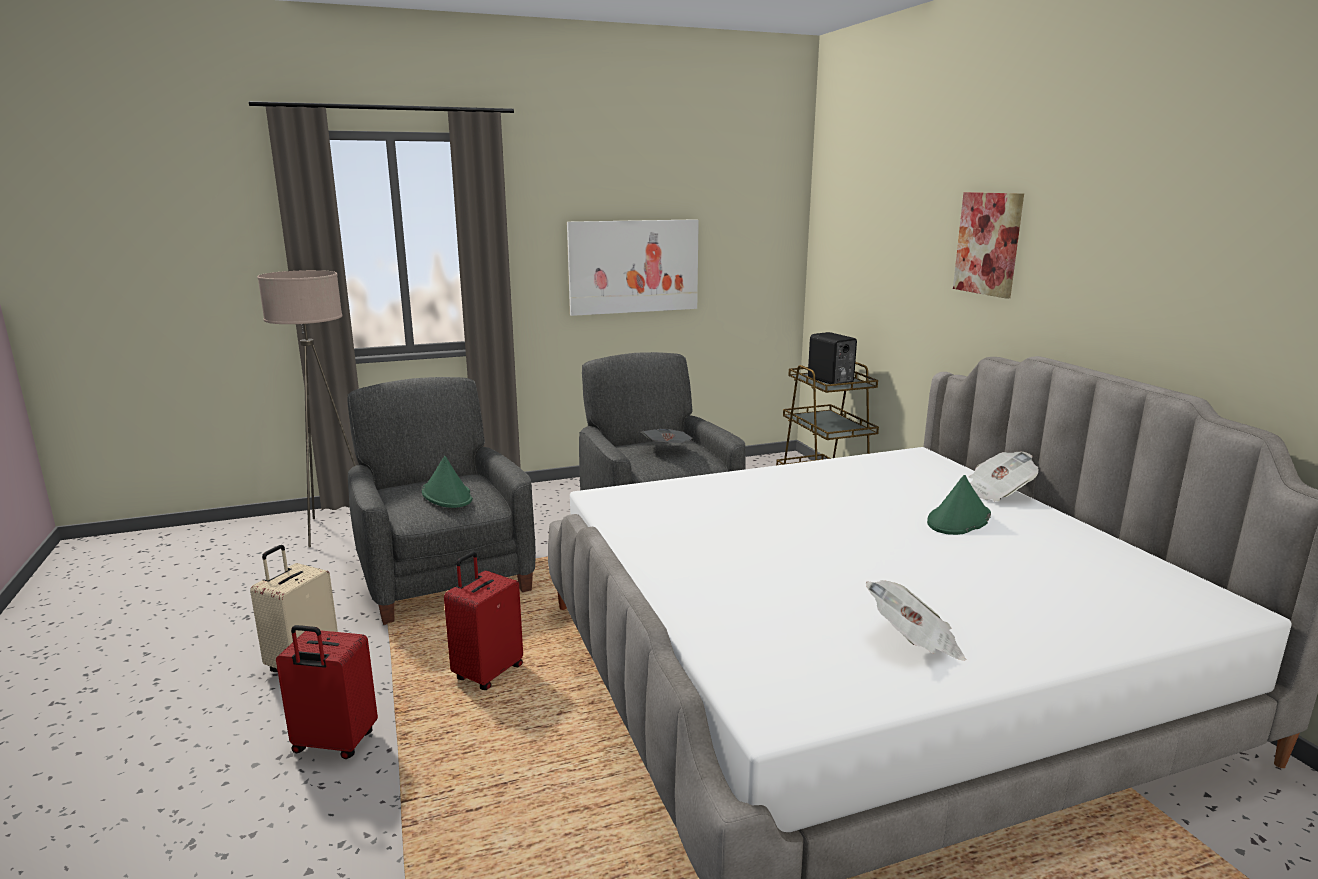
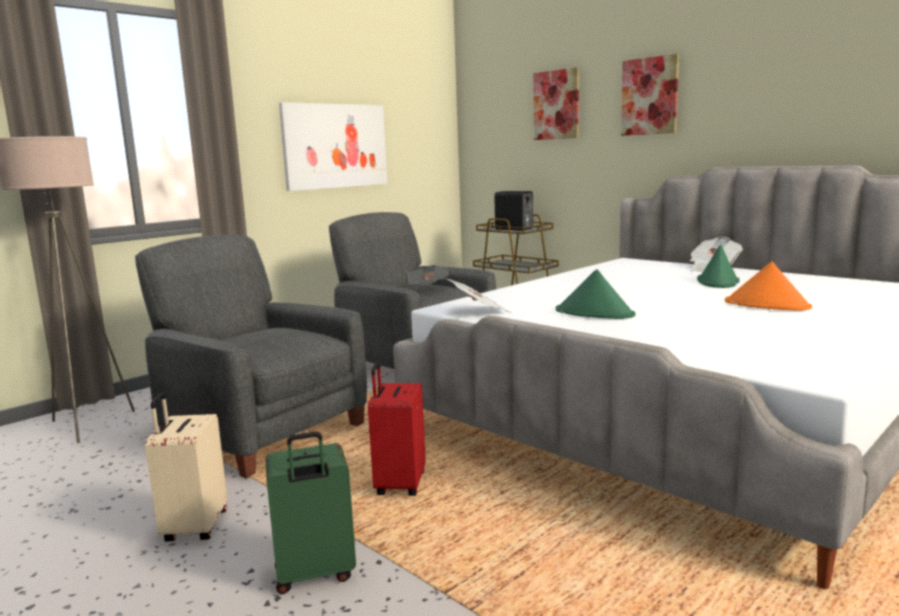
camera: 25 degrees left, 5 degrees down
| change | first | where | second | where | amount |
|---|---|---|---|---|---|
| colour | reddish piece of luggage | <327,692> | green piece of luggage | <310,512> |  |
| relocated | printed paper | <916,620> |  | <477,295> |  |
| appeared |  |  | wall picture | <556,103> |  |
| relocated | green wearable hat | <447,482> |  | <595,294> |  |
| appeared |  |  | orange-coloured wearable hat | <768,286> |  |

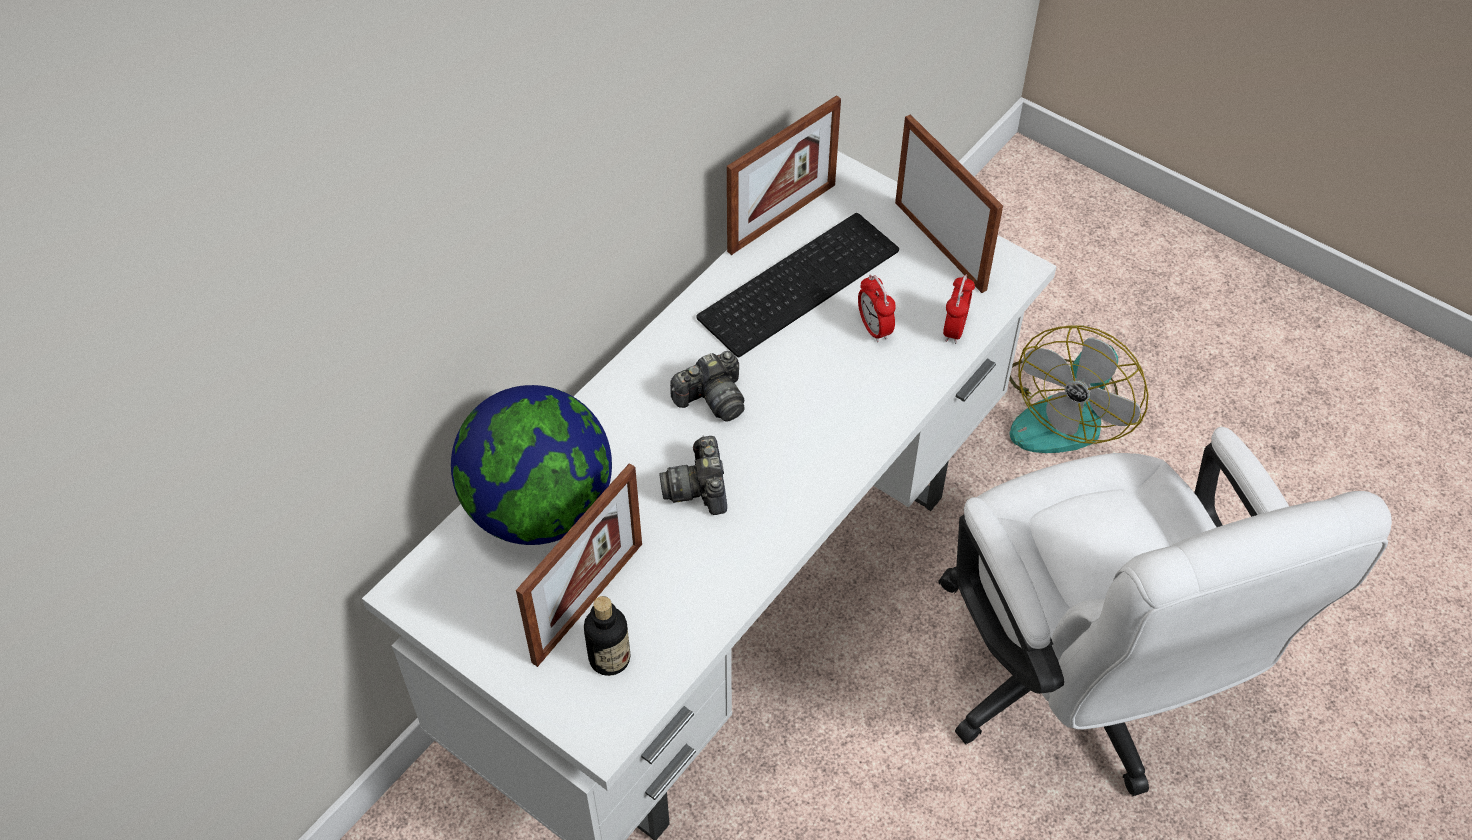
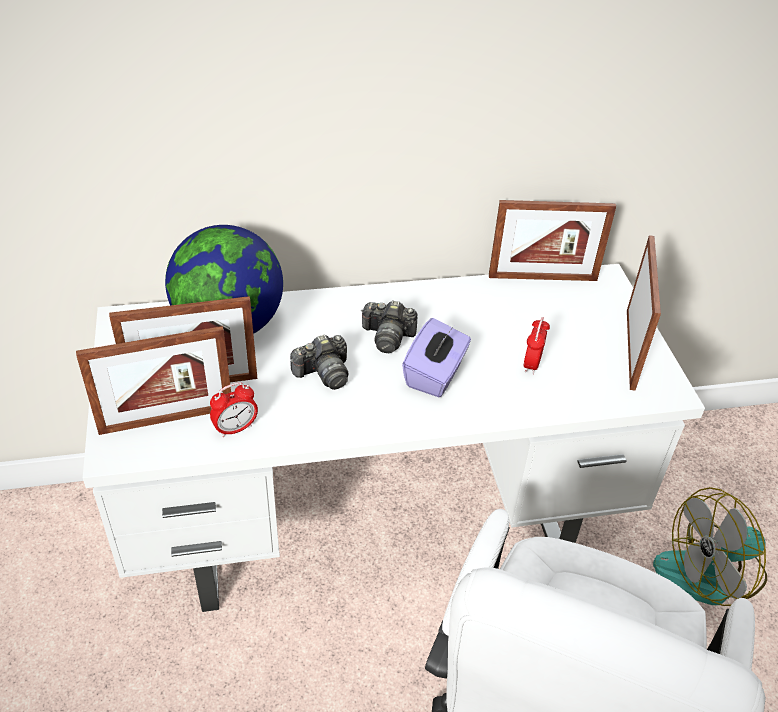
camera: 40 degrees right, 10 degrees down
| change | first | where | second | where | amount |
|---|---|---|---|---|---|
| exchanged | beverage bottle | <607,636> | photo frame | <153,380> |  |
| relocated | table clock | <959,309> |  | <234,409> |  |
| spun | photo camera | <693,475> |  | <319,362> | 150 degrees counterclockwise |
| appeared |  |  | purplish tissue holder | <436,357> |  |
| missing | keyboard | <797,285> |  |  |  |

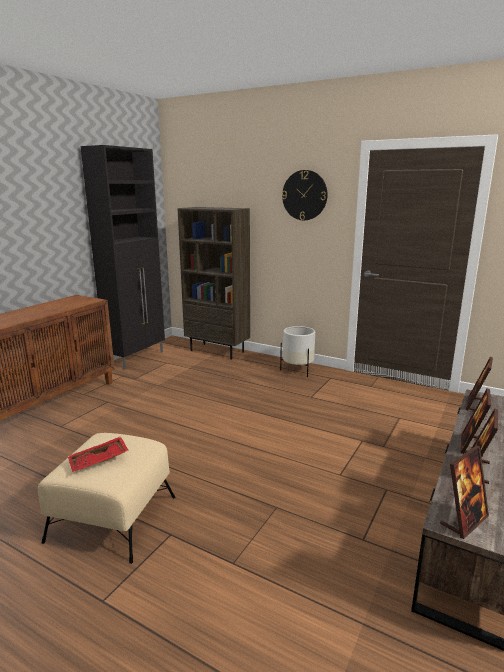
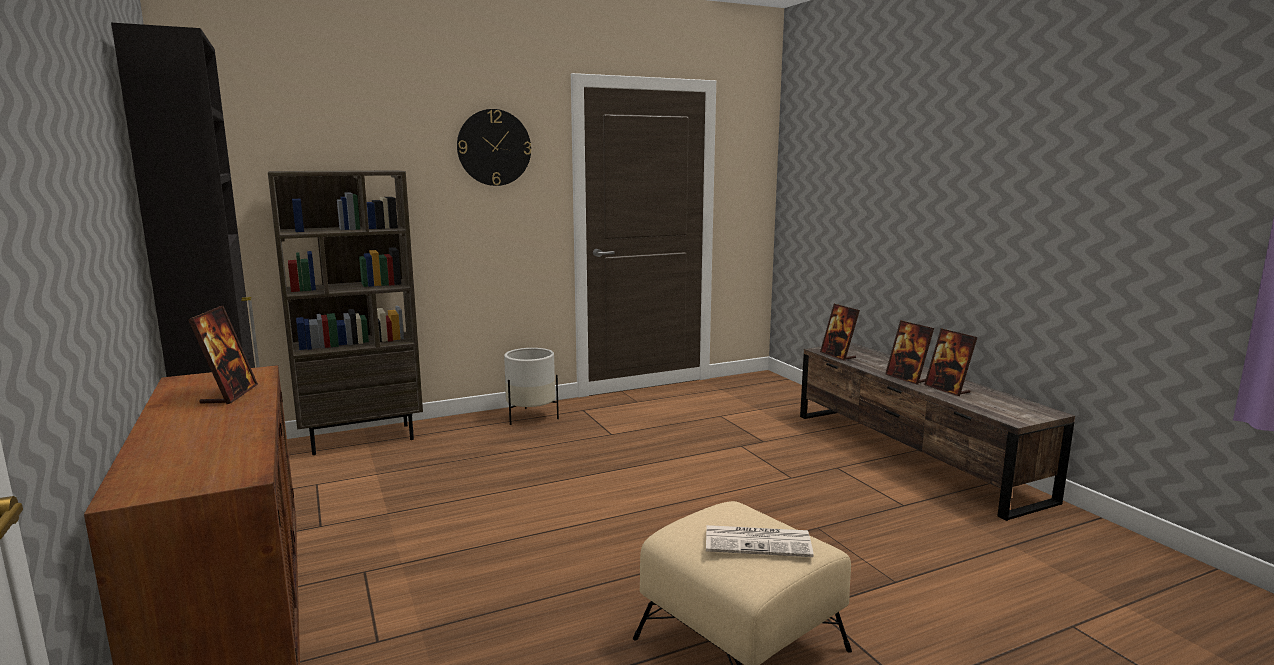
camera: 55 degrees left, 5 degrees down
| change | first | where | second | where | amount |
|---|---|---|---|---|---|
| relocated | photo frame | <464,492> |  | <223,355> |  |
| exchanged | reddish tray | <98,454> | printed paper | <760,541> |  |

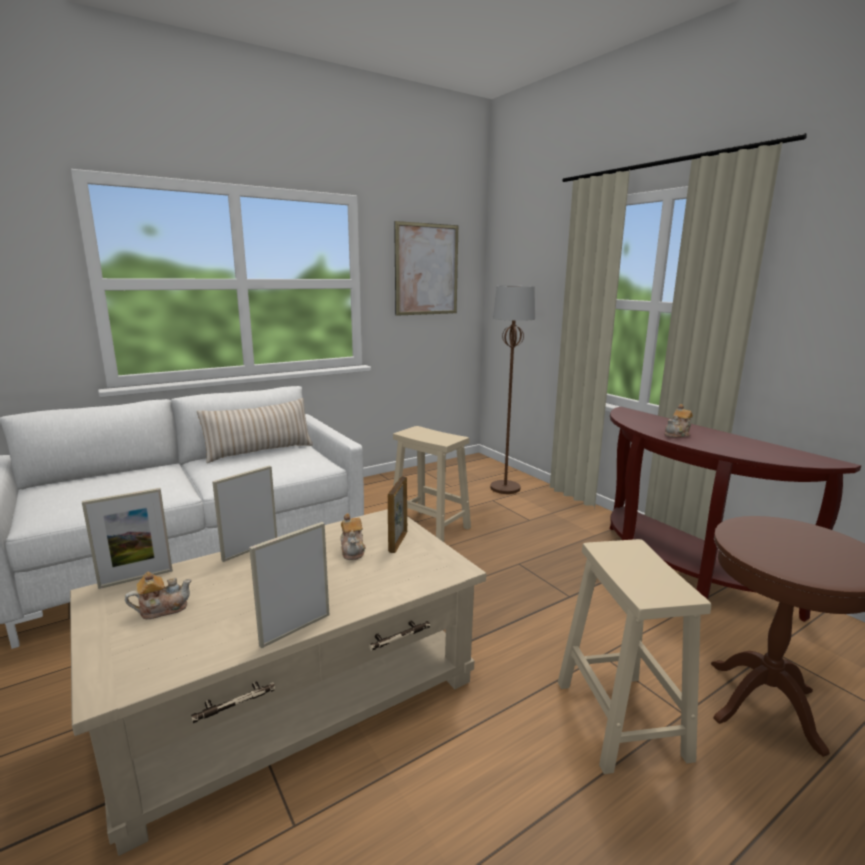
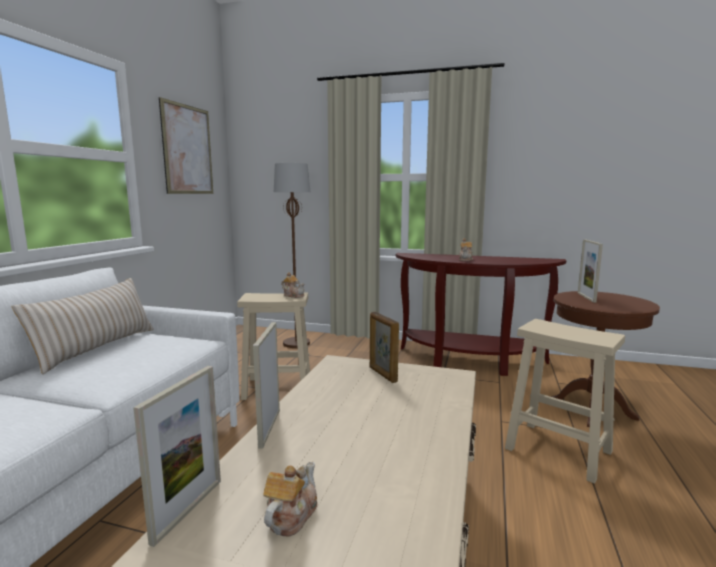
camera: 40 degrees left, 5 degrees down
| change | first | where | second | where | amount |
|---|---|---|---|---|---|
| relocated | pot for tea | <353,536> |  | <293,285> |  |
| relocated | photo frame | <289,585> |  | <590,271> |  |

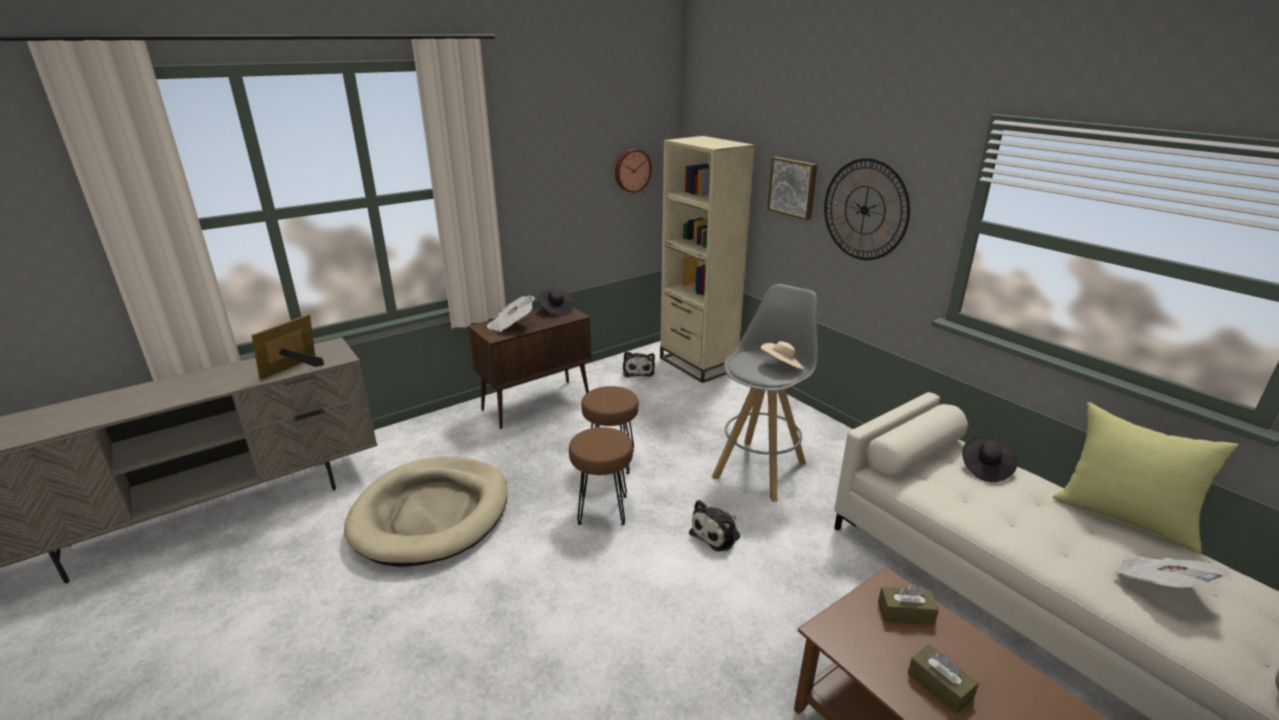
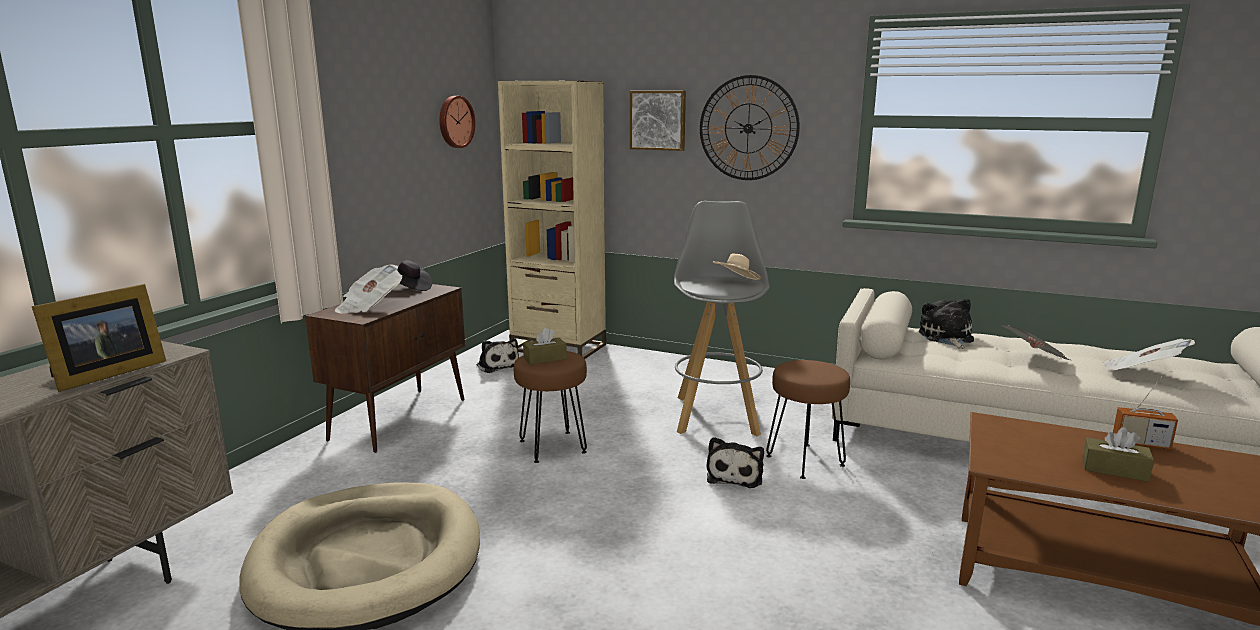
camera: 30 degrees left, 10 degrees down
| change | first | where | second | where | amount |
|---|---|---|---|---|---|
| spun | photo frame | <287,347> |  | <99,338> | 150 degrees counterclockwise |
| relocated | brown tissue holder | <908,604> |  | <545,346> |  |
| relocated | brown stool | <601,476> |  | <808,419> |  |
| exchanged | blackish wearable hat | <989,459> | plush toy | <946,324> |  |
| appeared |  |  | printed paper | <1036,342> |  |
| appeared |  |  | radio | <1145,413> |  |
| missing | yellow-coloured throw pillow | <1145,478> |  |  |  |

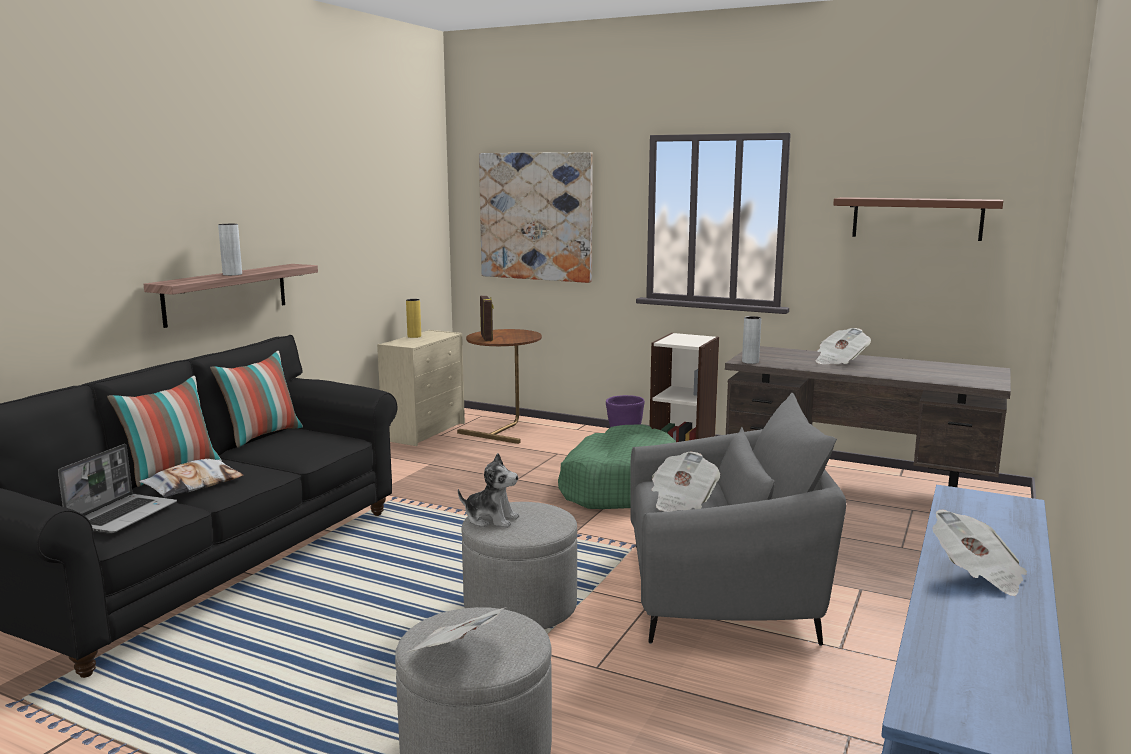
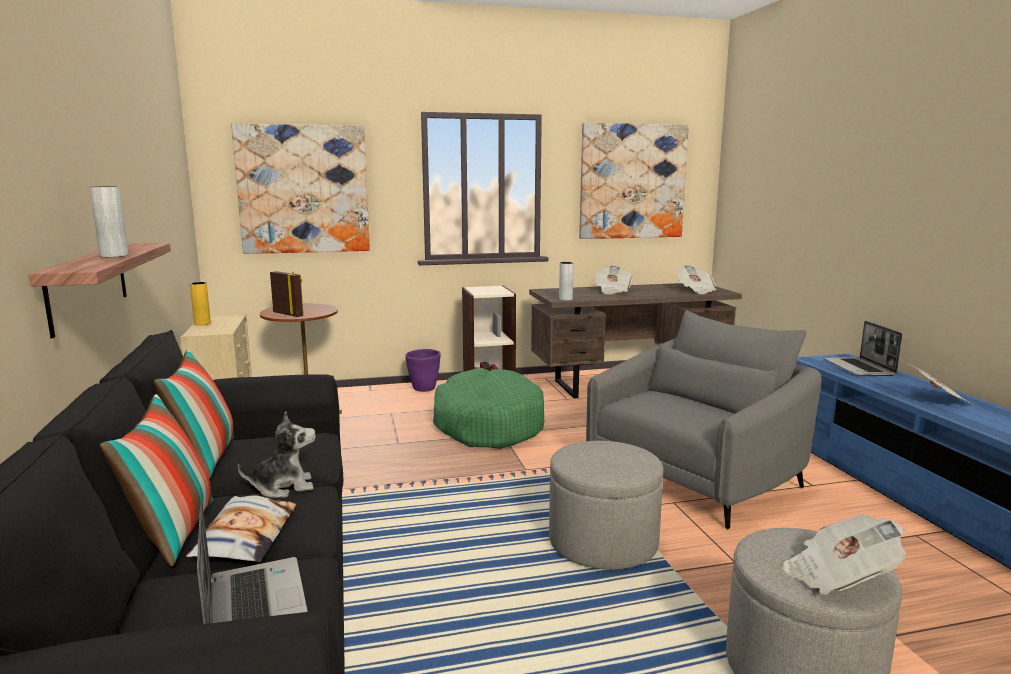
camera: 40 degrees left, 0 degrees up
| change | first | where | second | where | amount |
|---|---|---|---|---|---|
| relocated | plush toy | <488,490> |  | <277,454> |  |
| exchanged | brown shelf | <918,219> | wall picture | <634,181> |  |
| relocated | printed paper | <685,482> |  | <697,279> |  |
| appeared |  |  | portable computer | <862,348> |  |

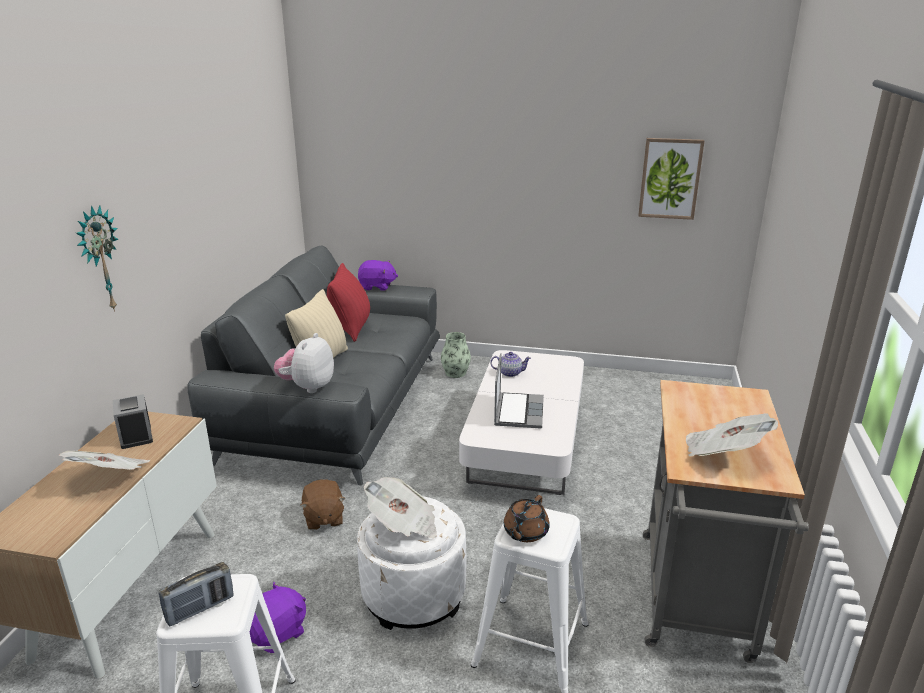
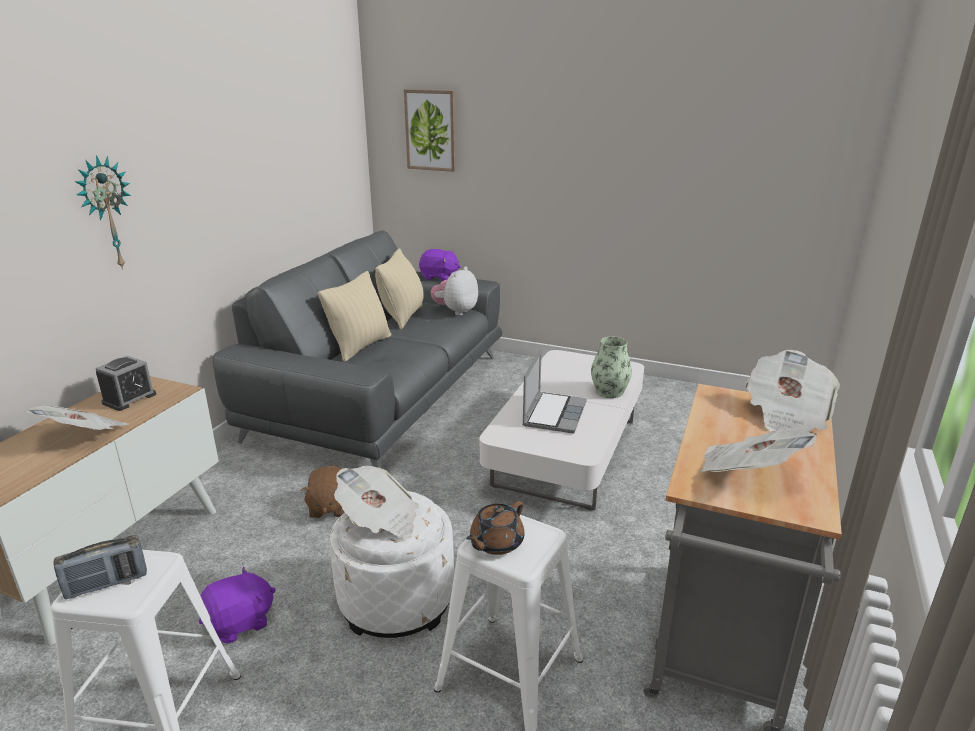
camera: 10 degrees right, 0 degrees up
| change | first | where | second | where | amount |
|---|---|---|---|---|---|
| spun | table clock | <133,421> |  | <126,383> | 135 degrees counterclockwise |
| colour | reddish throw pillow | <348,302> | sand-coloured throw pillow | <399,288> |  |
| relocated | wall picture | <671,179> |  | <430,130> |  |
| relocated | plush toy | <304,363> |  | <454,291> |  |
| relocated | flower vase | <456,355> |  | <611,367> |  |
| appeared |  |  | printed paper | <793,391> |  |
| missing | pot for tea | <510,364> |  |  |  |

